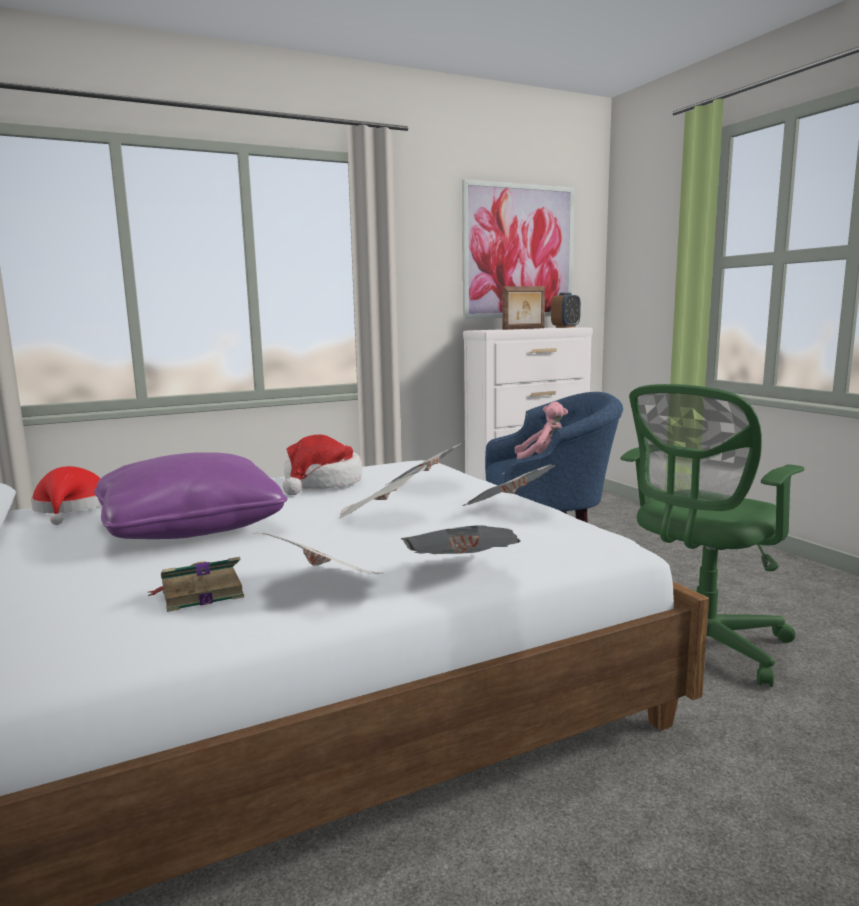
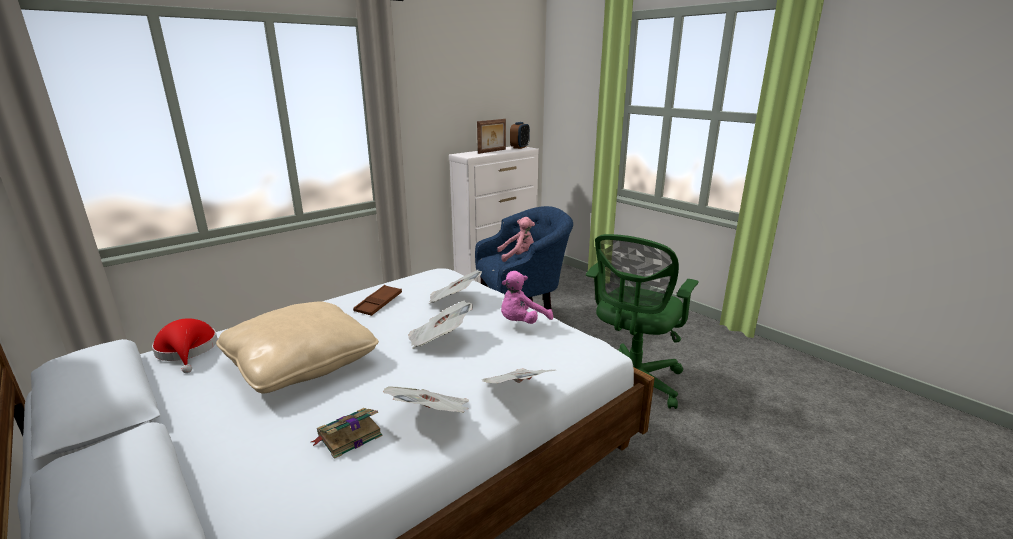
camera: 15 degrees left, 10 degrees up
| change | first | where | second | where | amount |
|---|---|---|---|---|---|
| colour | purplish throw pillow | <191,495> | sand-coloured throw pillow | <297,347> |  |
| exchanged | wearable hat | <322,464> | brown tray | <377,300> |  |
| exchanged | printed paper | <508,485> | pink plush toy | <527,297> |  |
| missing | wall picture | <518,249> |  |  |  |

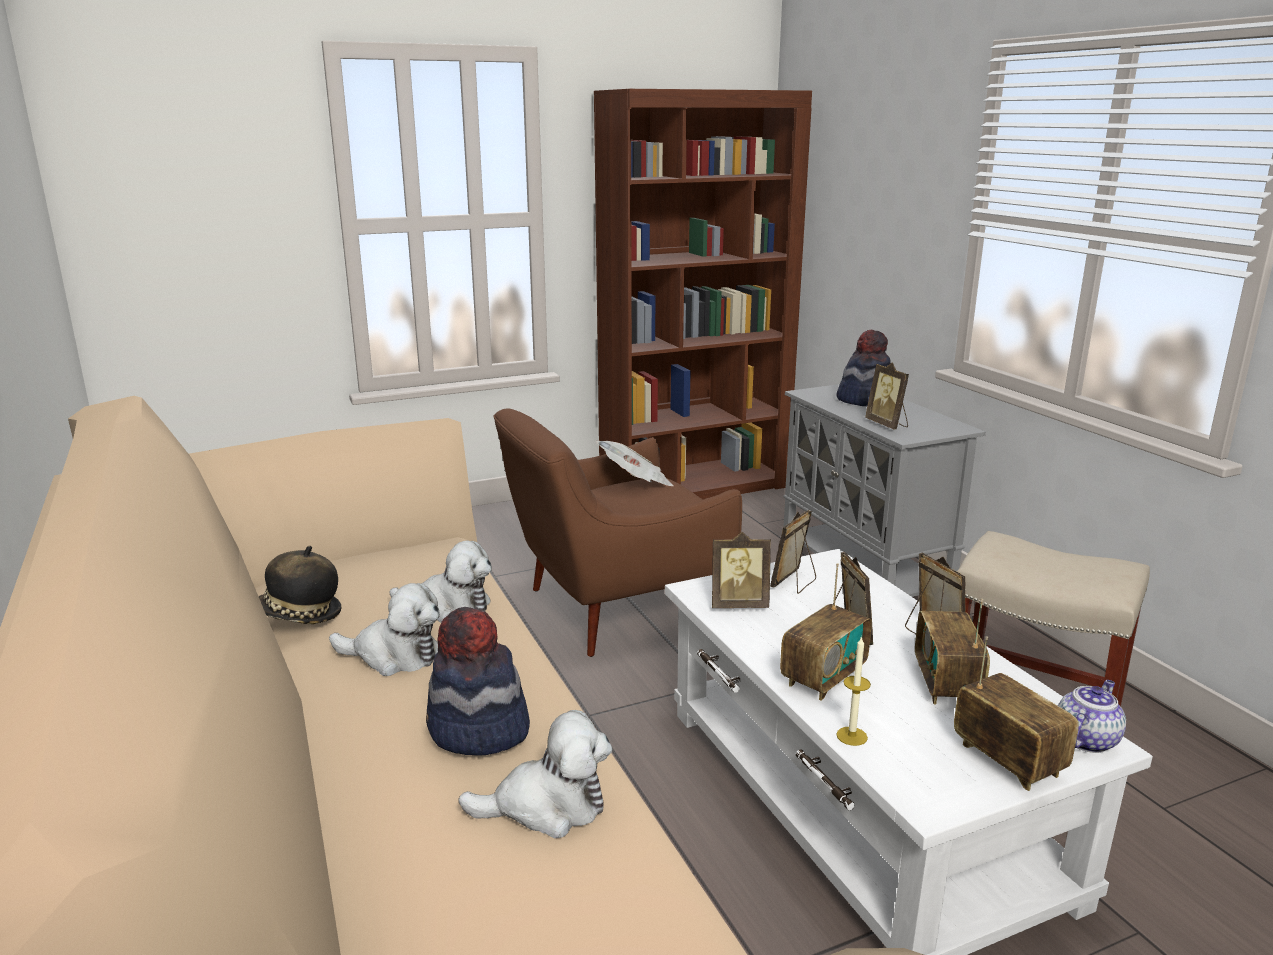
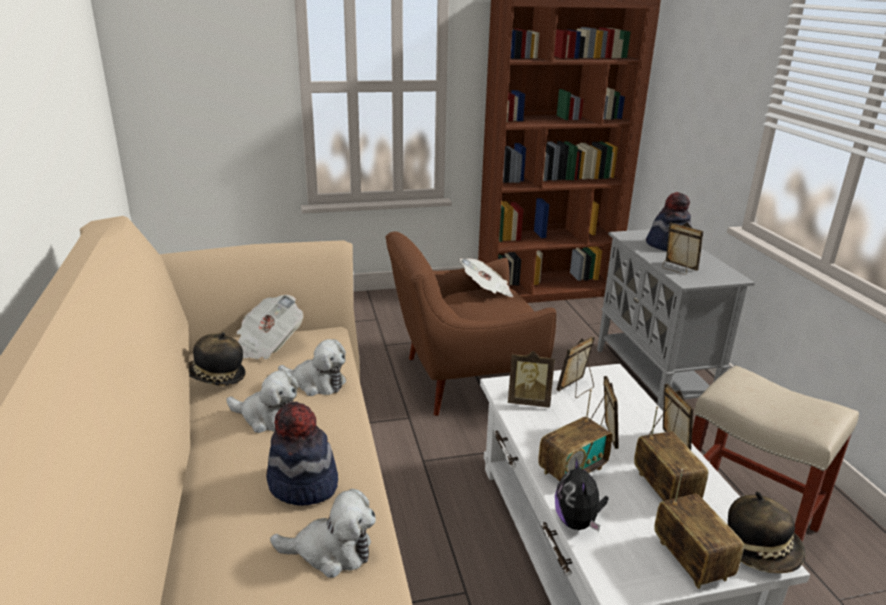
camera: 10 degrees right, 5 degrees up
| change | first | where | second | where | amount |
|---|---|---|---|---|---|
| appeared |  |  | printed paper | <269,327> |  |
| exchanged | wax candle | <853,691> | plush toy | <582,493> |  |
| spun | radio | <952,651> |  | <671,453> | 150 degrees clockwise |
| spun | photo frame | <887,395> |  | <682,248> | 150 degrees clockwise |
| exchanged | pot for tea | <1092,716> | wearable hat | <767,532> |  |

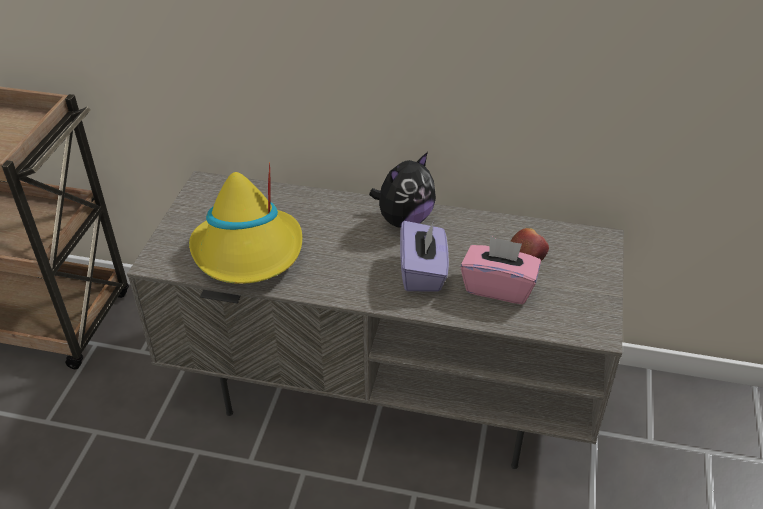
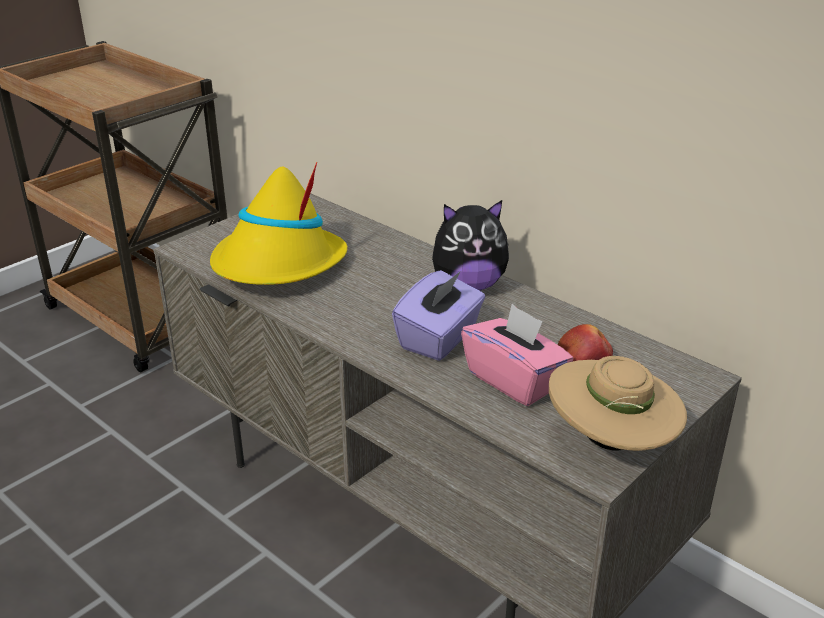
camera: 30 degrees right, 10 degrees down
| change | first | where | second | where | amount |
|---|---|---|---|---|---|
| appeared |  |  | sand-coloured wearable hat | <618,403> |  |

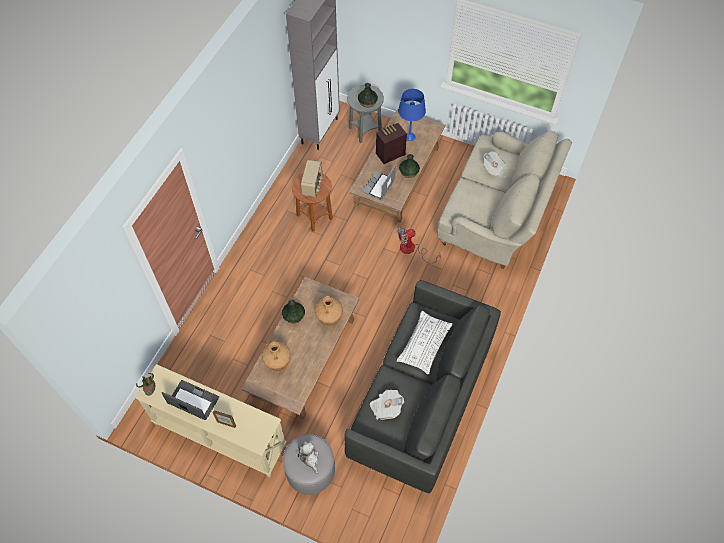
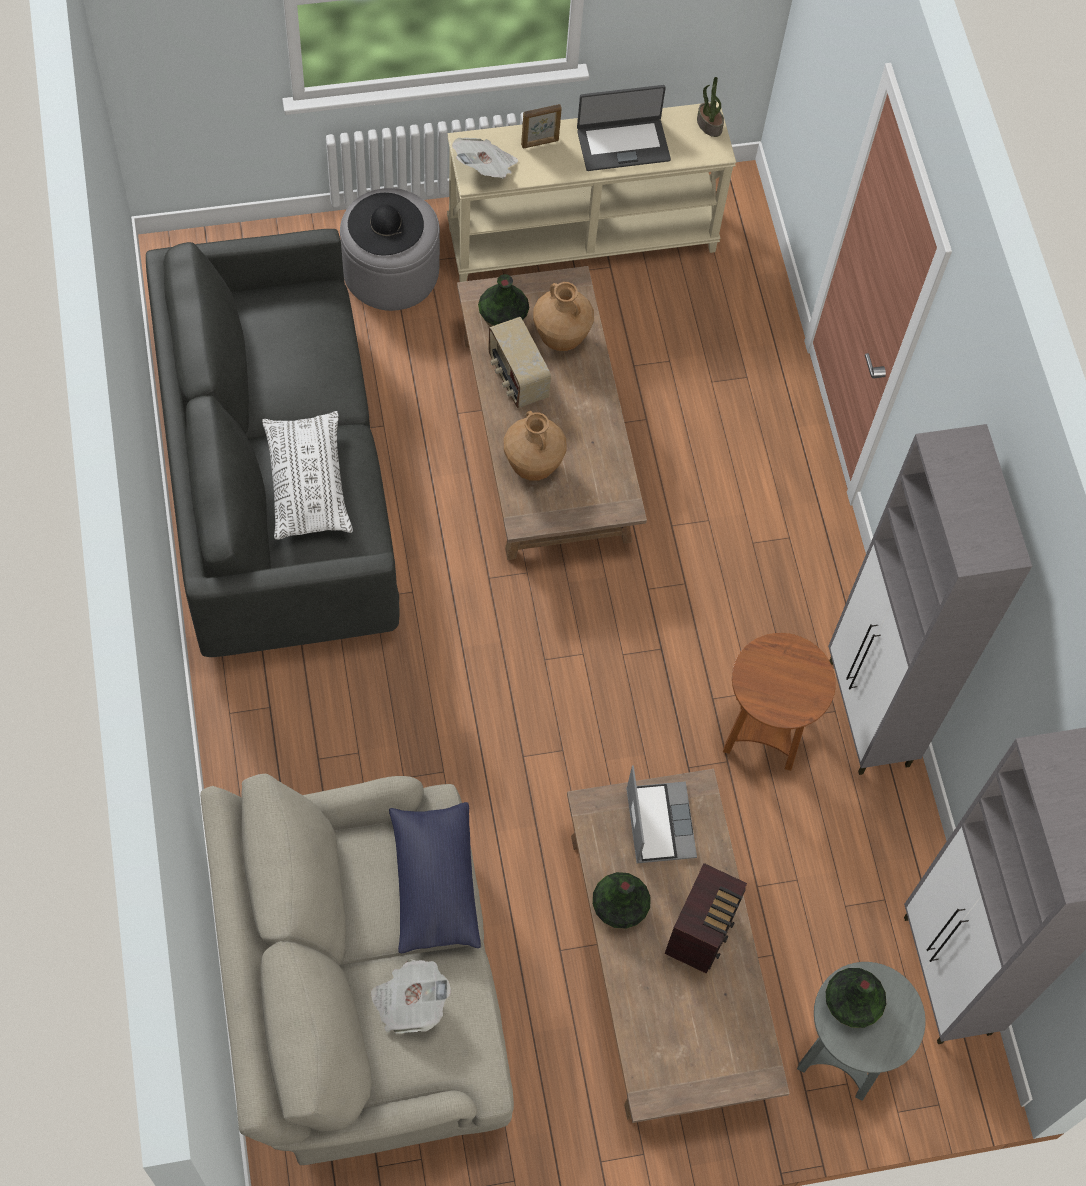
camera: 140 degrees right, 5 degrees up
| change | first | where | second | where | amount |
|---|---|---|---|---|---|
| exchanged | plush toy | <308,458> | blackish wearable hat | <386,224> |  |
| appeared |  |  | blue throw pillow | <435,877> |  |
| relocated | printed paper | <387,405> |  | <485,158> |  |
| relocated | flower vase | <293,311> |  | <503,300> |  |
| relocated | radio | <312,178> |  | <519,362> |  |
| appeared |  |  | grey storage cabinet | <930,599> |  |
| missing | blue tabletop lamp | <412,115> |  |  |  |
| missing | electric fan | <419,245> |  |  |  |

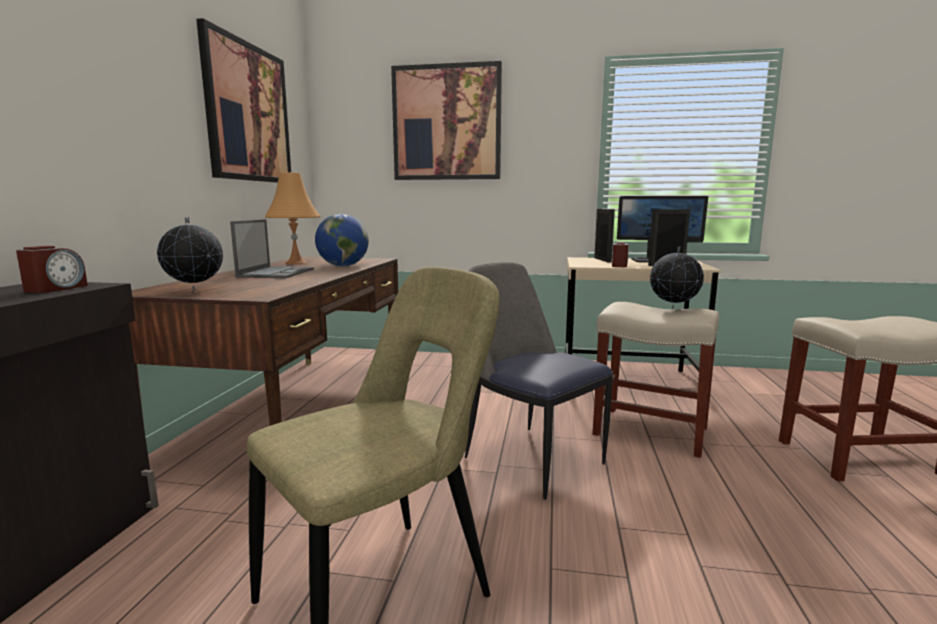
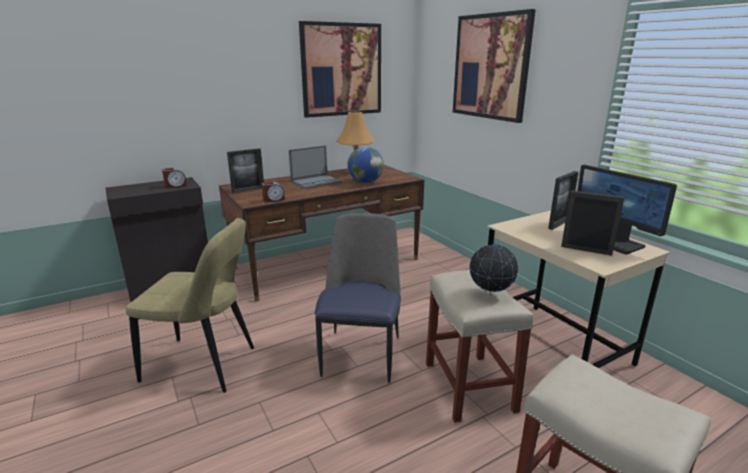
camera: 50 degrees right, 10 degrees up
| change | first | where | second | where | amount |
|---|---|---|---|---|---|
| exchanged | globe | <190,254> | photo frame | <245,170> |  |
| relocated | table clock | <620,254> |  | <273,192> |  |

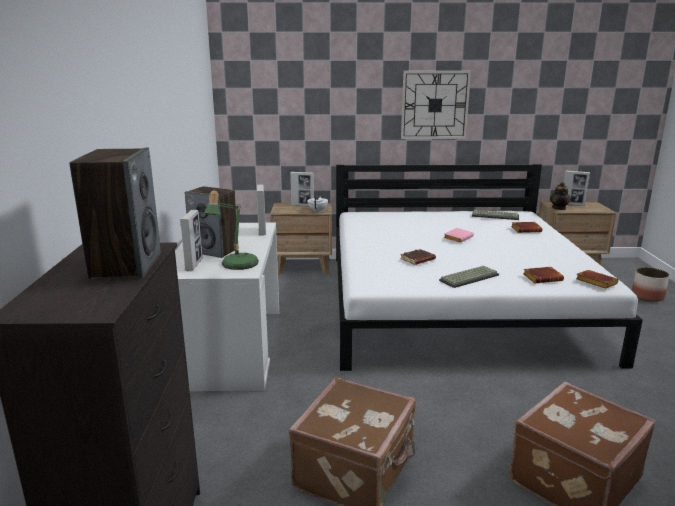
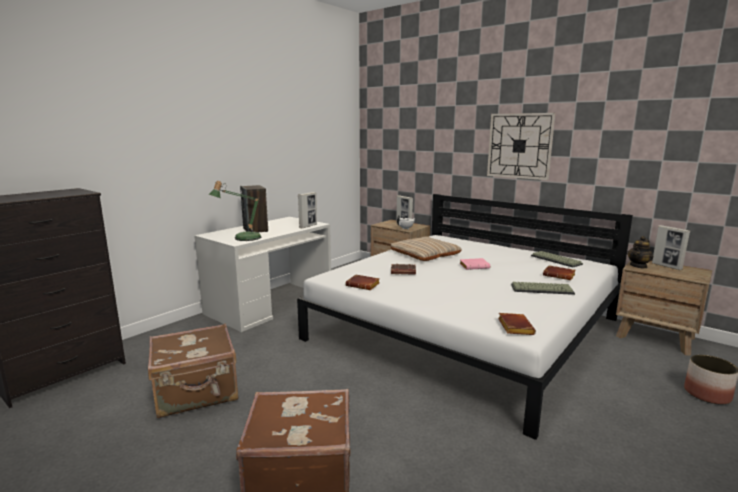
camera: 40 degrees right, 5 degrees down
| change | first | where | second | where | amount |
|---|---|---|---|---|---|
| relocated | brown volume | <543,275> |  | <362,282> |  |
| appeared |  |  | sand-coloured throw pillow | <426,249> |  |
| relocated | keyboard | <469,277> |  | <543,288> |  |
| missing | audio speaker | <115,213> |  |  |  |
| missing | photo frame | <191,240> |  |  |  |

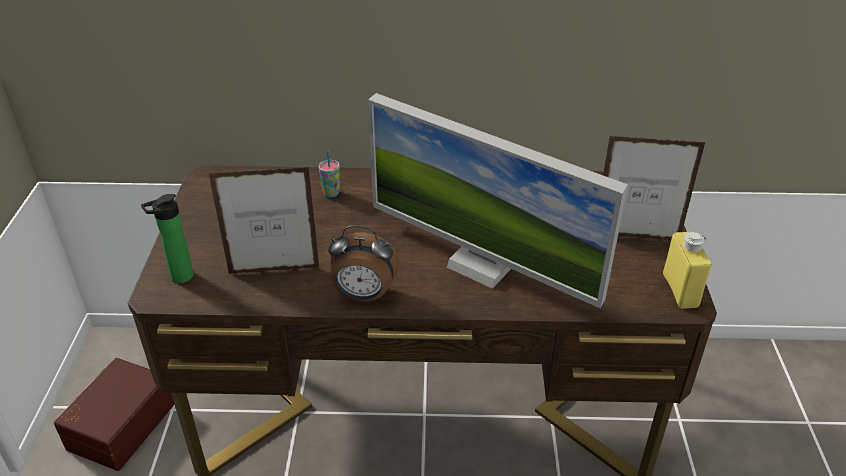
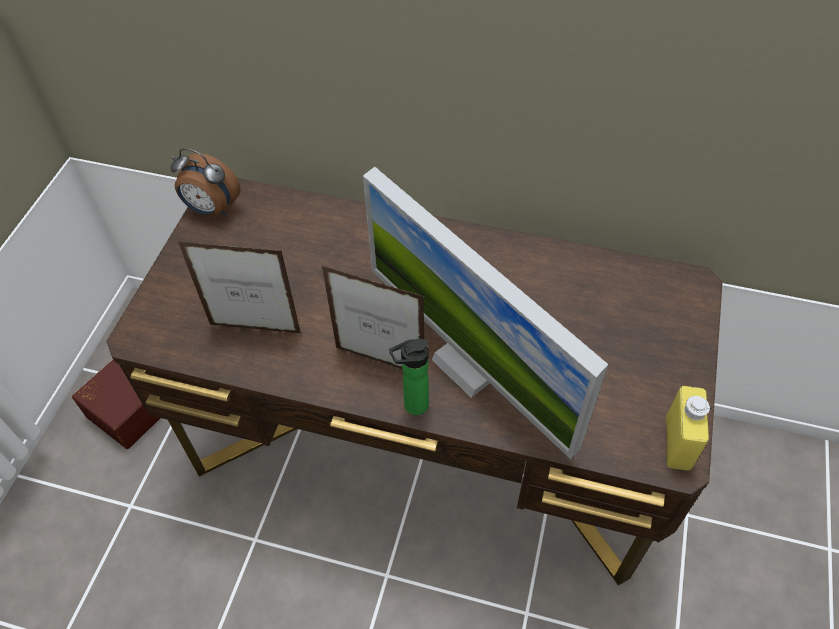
camera: 15 degrees right, 15 degrees up
| change | first | where | second | where | amount |
|---|---|---|---|---|---|
| relocated | table clock | <363,263> |  | <205,182> |  |
| relocated | photo frame | <654,188> |  | <373,317> |  |
| relocated | beverage bottle | <167,238> |  | <409,377> |  |
| missing | drinking cup | <329,174> |  |  |  |

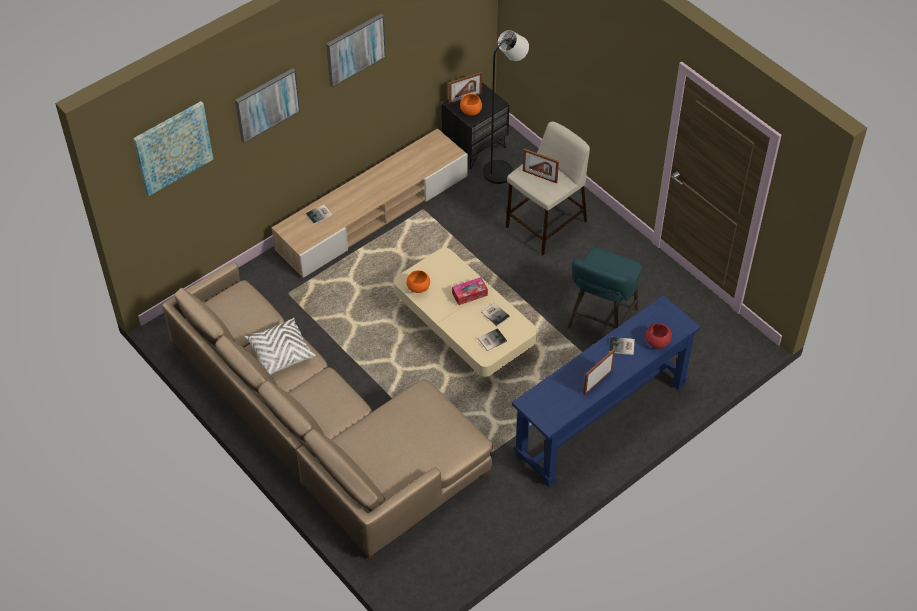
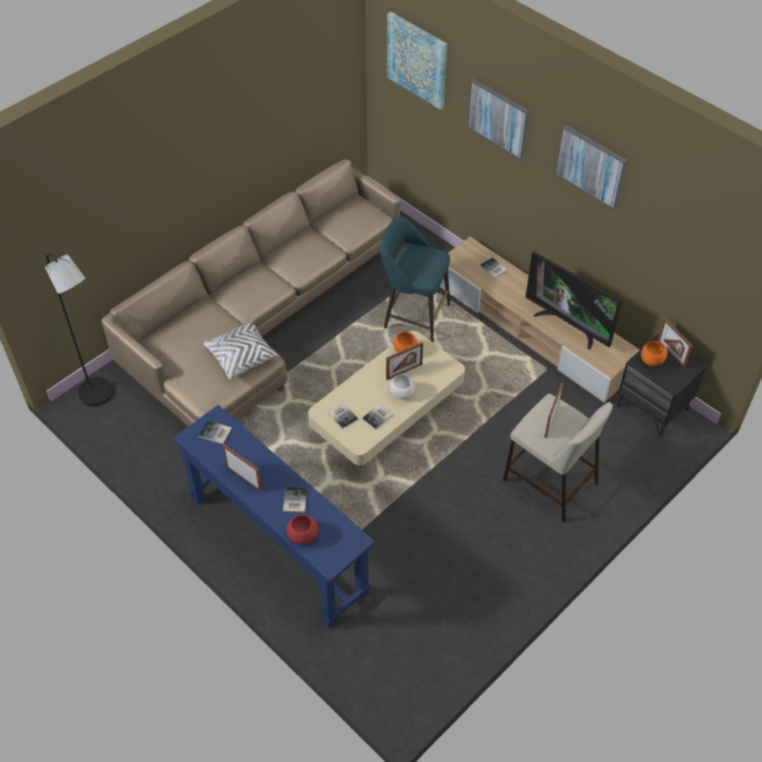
camera: 85 degrees right, 0 degrees up
| change | first | where | second | where | amount |
|---|---|---|---|---|---|
| relocated | blackish floor lamp | <506,107> |  | <79,330> |  |
| appeared |  |  | volume | <215,432> |  |
| relocated | white-coloured throw pillow | <280,346> |  | <240,350> |  |
| relocated | turquoise stool | <605,288> |  | <415,279> |  |
| appeared |  |  | photo frame | <404,361> |  |
| exchanged | tissue holder | <470,291> | white-coloured bowl | <402,387> |  |
| appeared |  |  | TV set | <573,301> |  |

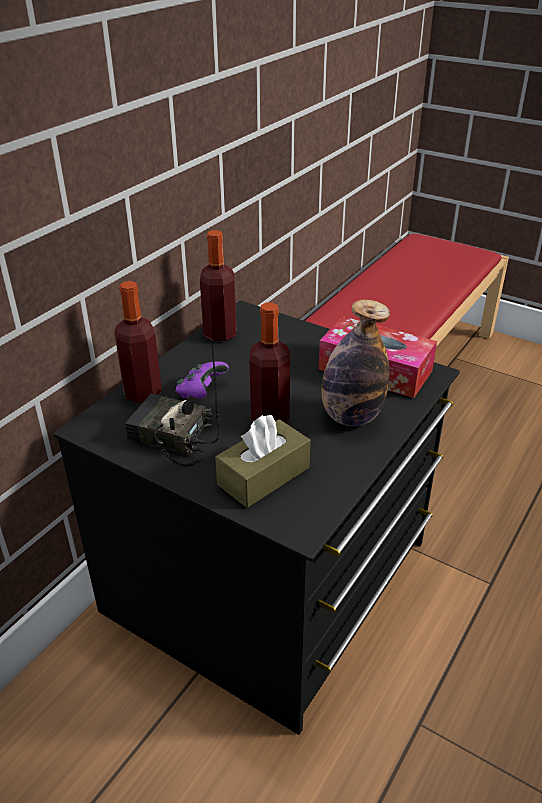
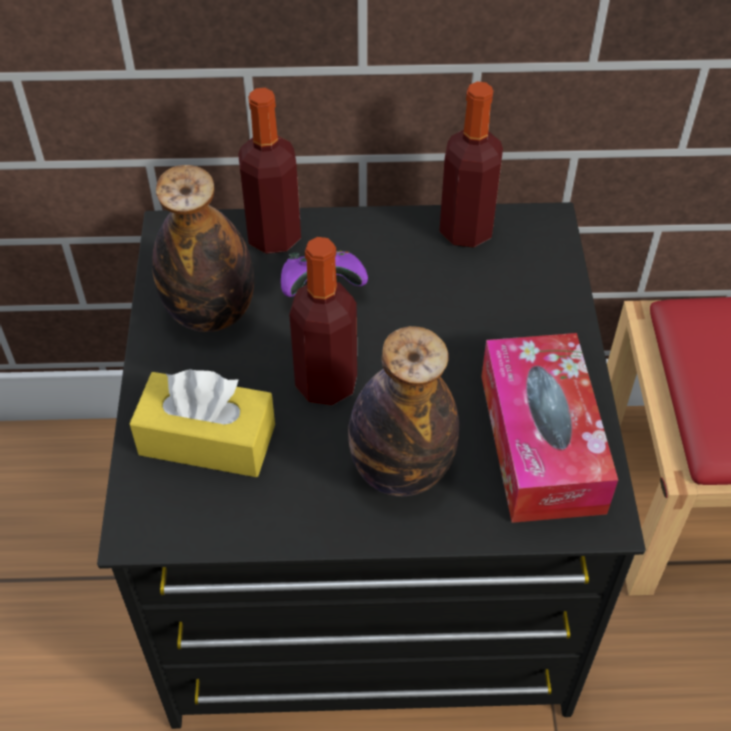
camera: 55 degrees right, 15 degrees up
| change | first | where | second | where | amount |
|---|---|---|---|---|---|
| colour | brown tissue holder | <262,461> | yellow-coloured tissue holder | <202,423> |  |
| exchanged | radio | <172,405> | beverage bottle | <203,248> |  |

